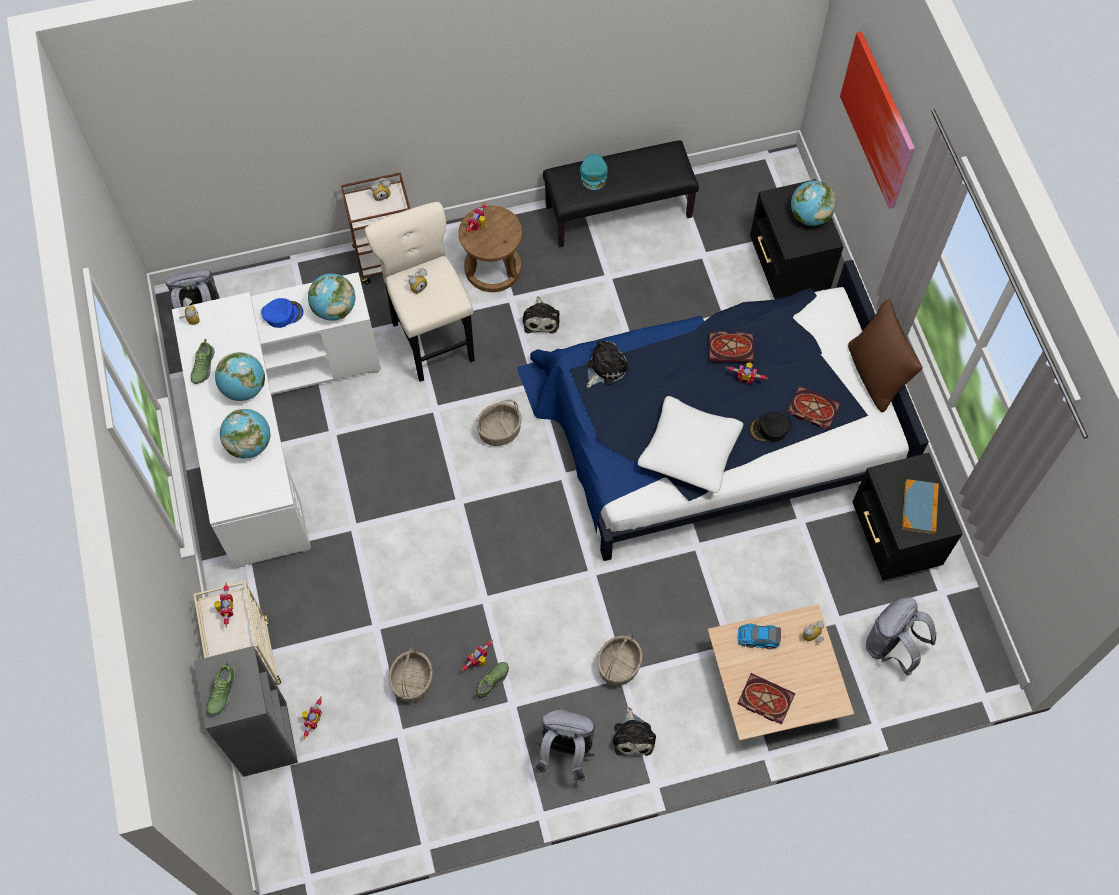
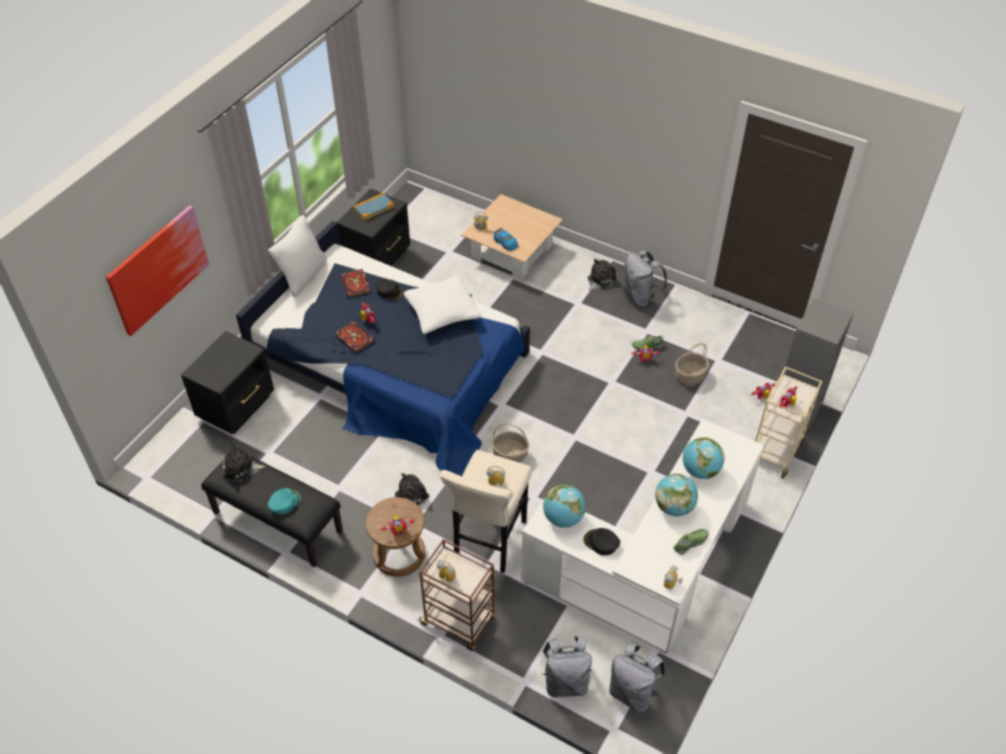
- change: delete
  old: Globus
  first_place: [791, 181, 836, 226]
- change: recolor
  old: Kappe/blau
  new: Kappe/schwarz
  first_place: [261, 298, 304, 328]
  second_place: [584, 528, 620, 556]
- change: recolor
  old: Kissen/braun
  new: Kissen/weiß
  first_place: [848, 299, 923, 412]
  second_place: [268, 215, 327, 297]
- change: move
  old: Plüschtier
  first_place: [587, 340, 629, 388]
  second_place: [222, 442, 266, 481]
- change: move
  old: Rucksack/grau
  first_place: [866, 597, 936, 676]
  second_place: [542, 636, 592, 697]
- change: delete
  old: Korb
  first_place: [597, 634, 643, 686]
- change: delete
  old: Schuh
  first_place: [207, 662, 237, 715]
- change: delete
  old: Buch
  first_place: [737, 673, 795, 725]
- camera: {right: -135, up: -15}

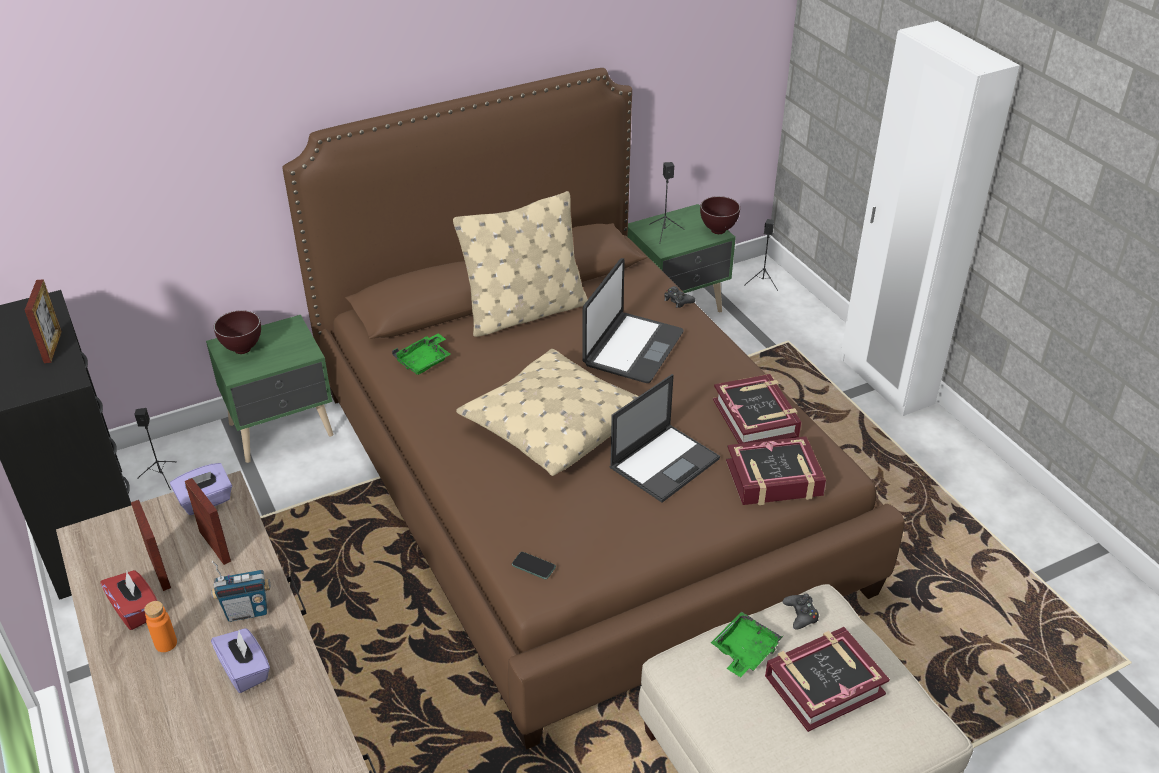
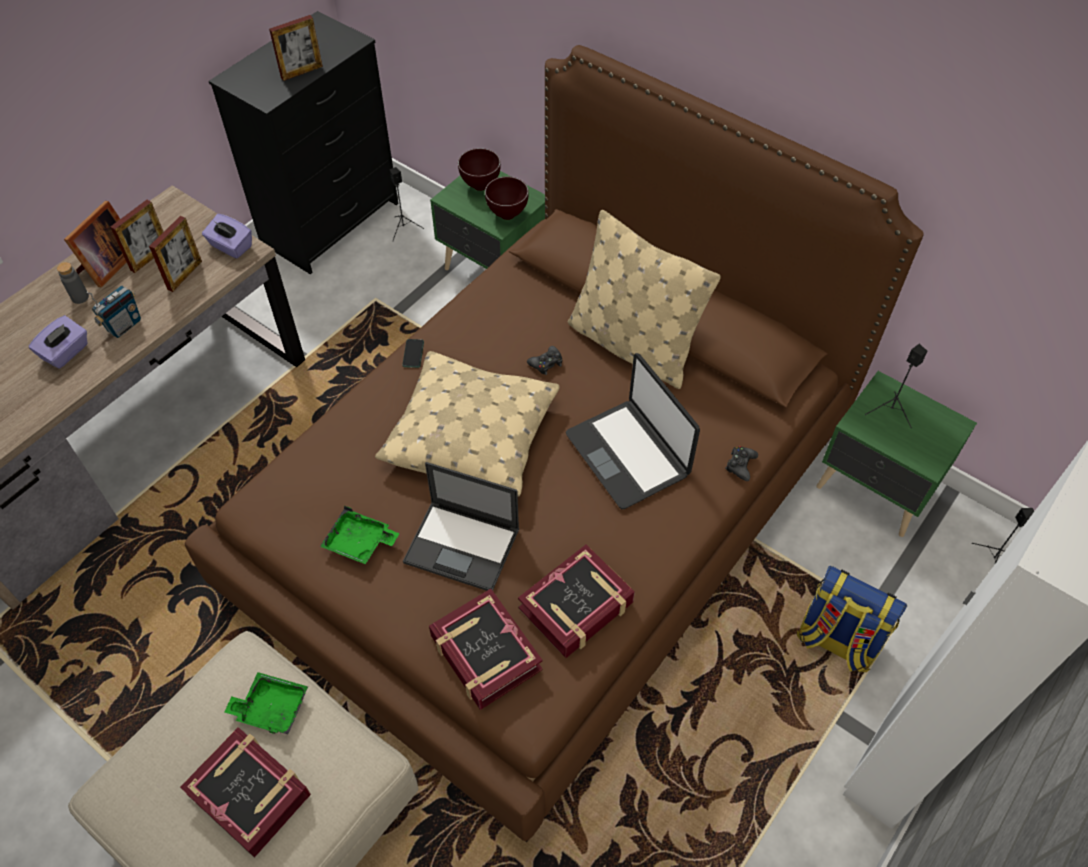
- change: move
  old: Schüssel/braun
  first_place: [700, 196, 740, 234]
  second_place: [485, 177, 529, 220]
- change: rotate
  old: Laptop
  first_place: [582, 258, 684, 383]
  second_place: [566, 353, 700, 509]
  degrees: 60
- change: move
  old: Tablett/grün
  first_place: [392, 333, 451, 375]
  second_place: [320, 506, 400, 564]
- change: move
  old: Handy
  first_place: [512, 552, 556, 579]
  second_place: [402, 339, 424, 368]
- change: rotate
  old: Radio
  first_place: [211, 561, 271, 622]
  second_place: [87, 285, 141, 338]
  degrees: -105
- change: replace
  old: Taschentuchbox/rot
  new: Bilderrahmen
  first_place: [100, 570, 157, 630]
  second_place: [64, 201, 126, 287]
- change: move
  old: Gamepad/schwarz
  first_place: [783, 593, 819, 630]
  second_place: [527, 346, 562, 375]
- change: recolor
  old: Flasche/orange
  new: Flasche/grau
  first_place: [144, 601, 177, 652]
  second_place: [57, 262, 89, 304]
- change: insert
  new: Rucksack
  second_place: [797, 566, 907, 673]
- camera: {right: 65, up: 15}

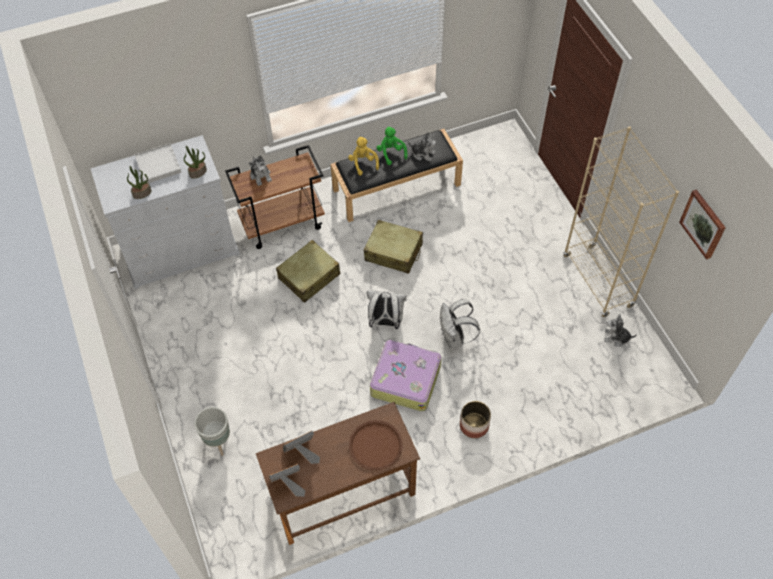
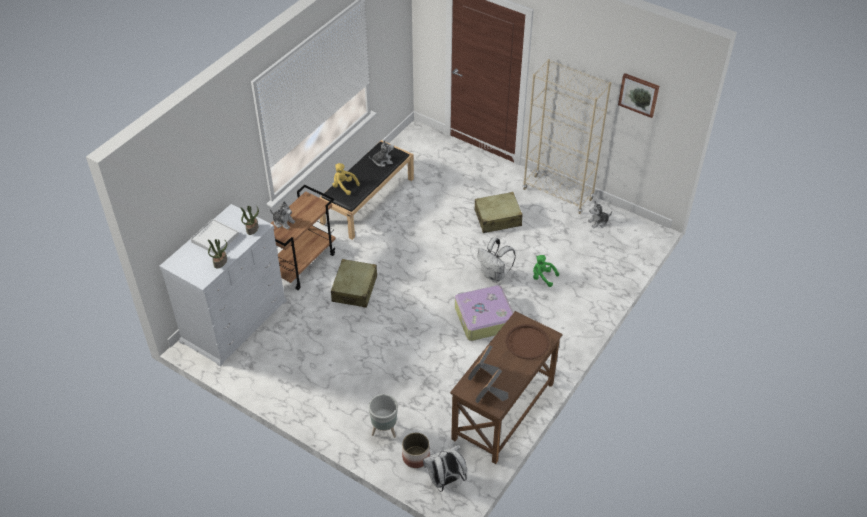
- change: move
  old: Plüschtier/grün
  first_place: [376, 126, 408, 165]
  second_place: [533, 255, 559, 287]
- change: move
  old: Koffer/beige
  first_place: [364, 220, 423, 274]
  second_place: [475, 192, 522, 233]
- change: move
  old: Rucksack/weiß
  first_place: [367, 291, 407, 329]
  second_place: [423, 445, 467, 492]
- change: move
  old: Pflanzkübel
  first_place: [460, 401, 491, 438]
  second_place: [402, 433, 430, 468]
- camera: {right: -35, up: -10}

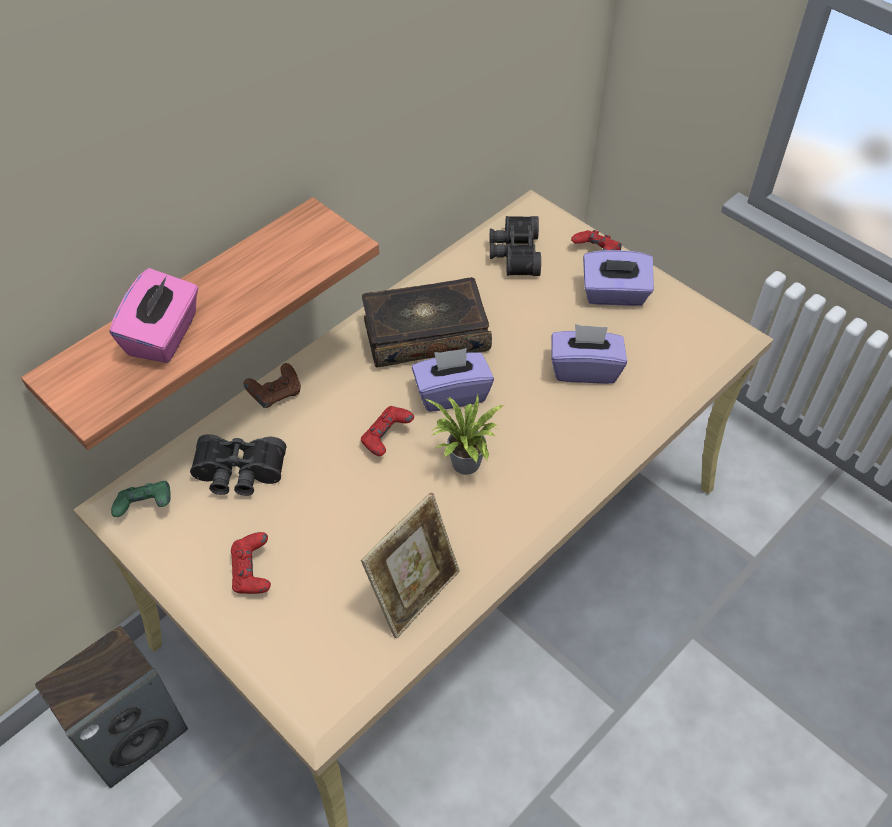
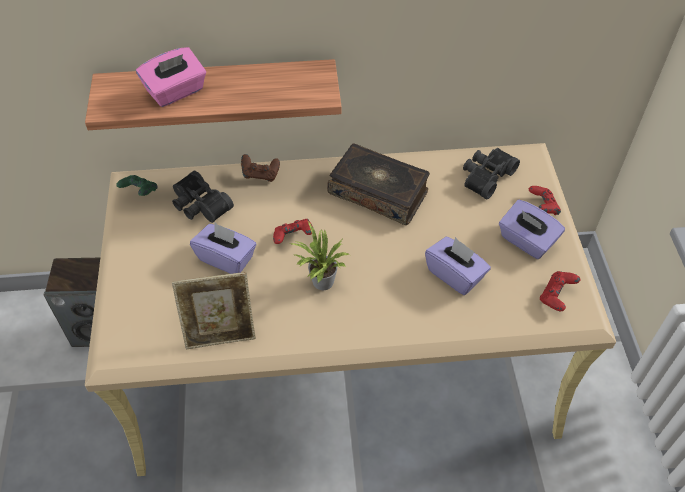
- change: move
  old: Taschentuchbox/lila
  first_place: [412, 348, 494, 412]
  second_place: [190, 223, 256, 274]
- change: move
  old: Gamepad/rot
  first_place: [231, 532, 271, 594]
  second_place: [540, 271, 580, 311]
- camera: {right: 40, up: 0}

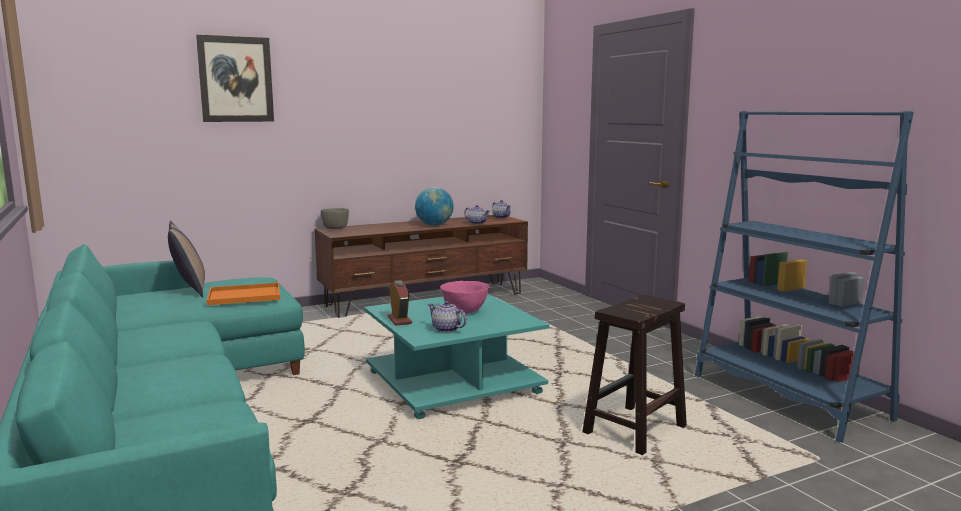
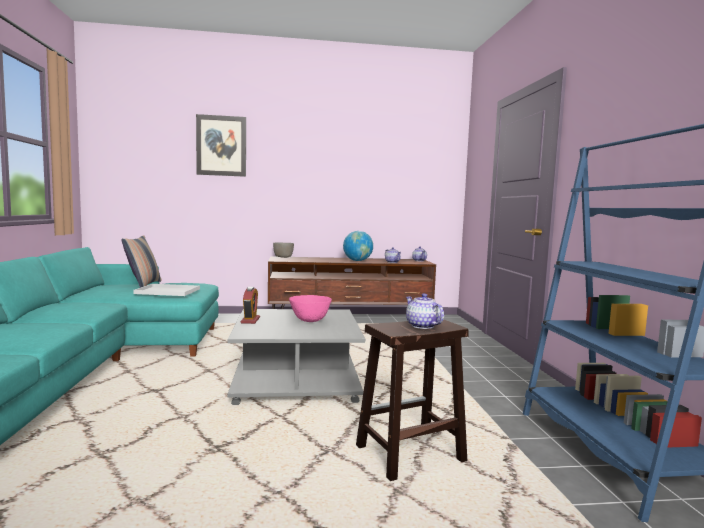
- change: recolor
  old: Tablett/orange
  new: Tablett/weiß
  first_place: [207, 283, 280, 305]
  second_place: [133, 284, 200, 296]
- change: recolor
  old: Couchtisch/türkis
  new: Couchtisch/grau
  first_place: [364, 294, 549, 419]
  second_place: [227, 309, 365, 405]
- change: move
  old: Teekanne
  first_place: [428, 301, 467, 332]
  second_place: [406, 293, 444, 329]
- camera: {right: 20, up: -5}

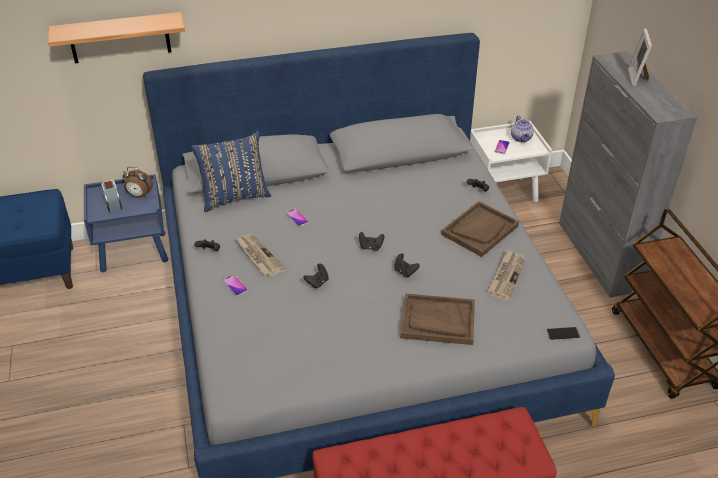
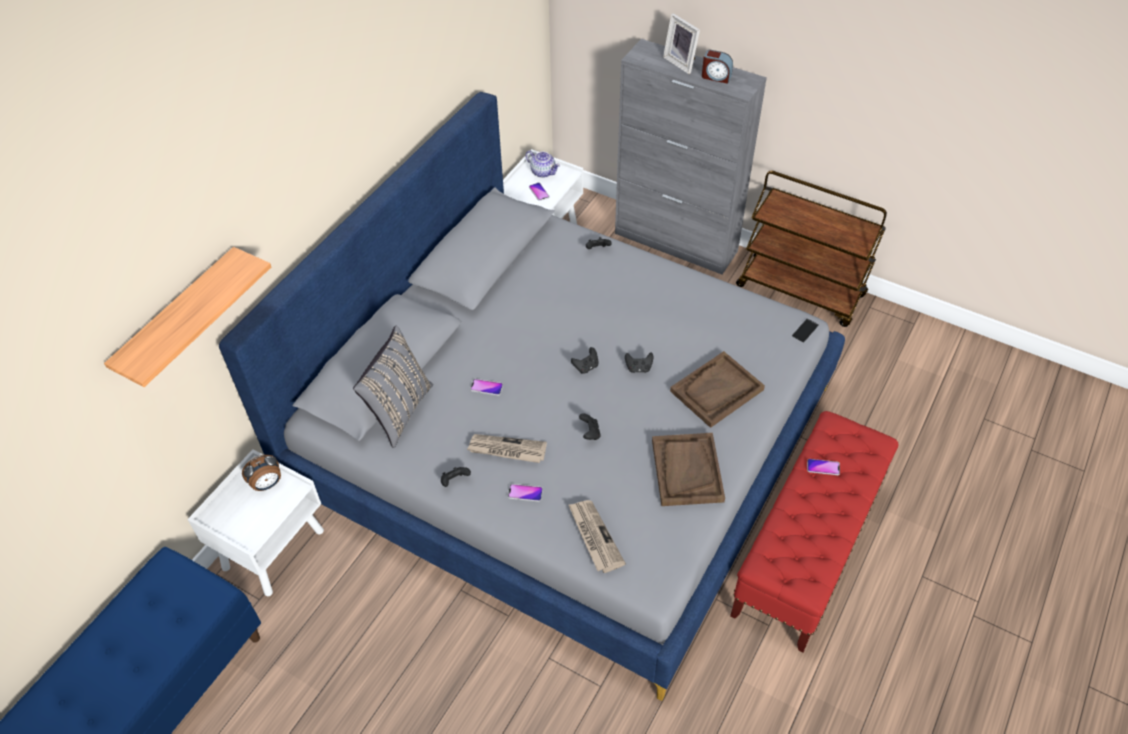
- change: recolor
  old: Kissen/blau
  new: Kissen/grau
  first_place: [191, 131, 271, 212]
  second_place: [353, 326, 433, 448]
- change: recolor
  old: Nachttisch/blau
  new: Nachttisch/weiß
  first_place: [84, 174, 168, 272]
  second_place: [187, 449, 324, 596]
- change: move
  old: Wecker
  first_place: [101, 180, 122, 213]
  second_place: [702, 50, 733, 84]
- change: move
  old: Tablett/braun
  first_place: [441, 201, 519, 257]
  second_place: [652, 433, 725, 506]
- change: move
  old: Zeitung
  first_place: [488, 249, 526, 301]
  second_place: [568, 500, 626, 573]
- change: insert
  new: Handy
  second_place: [807, 459, 840, 475]
- camera: {right: -45, up: 10}

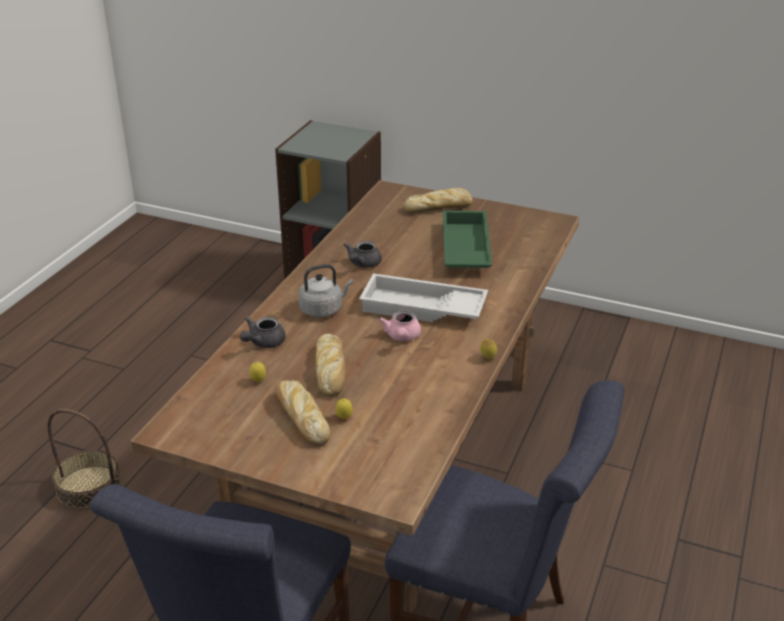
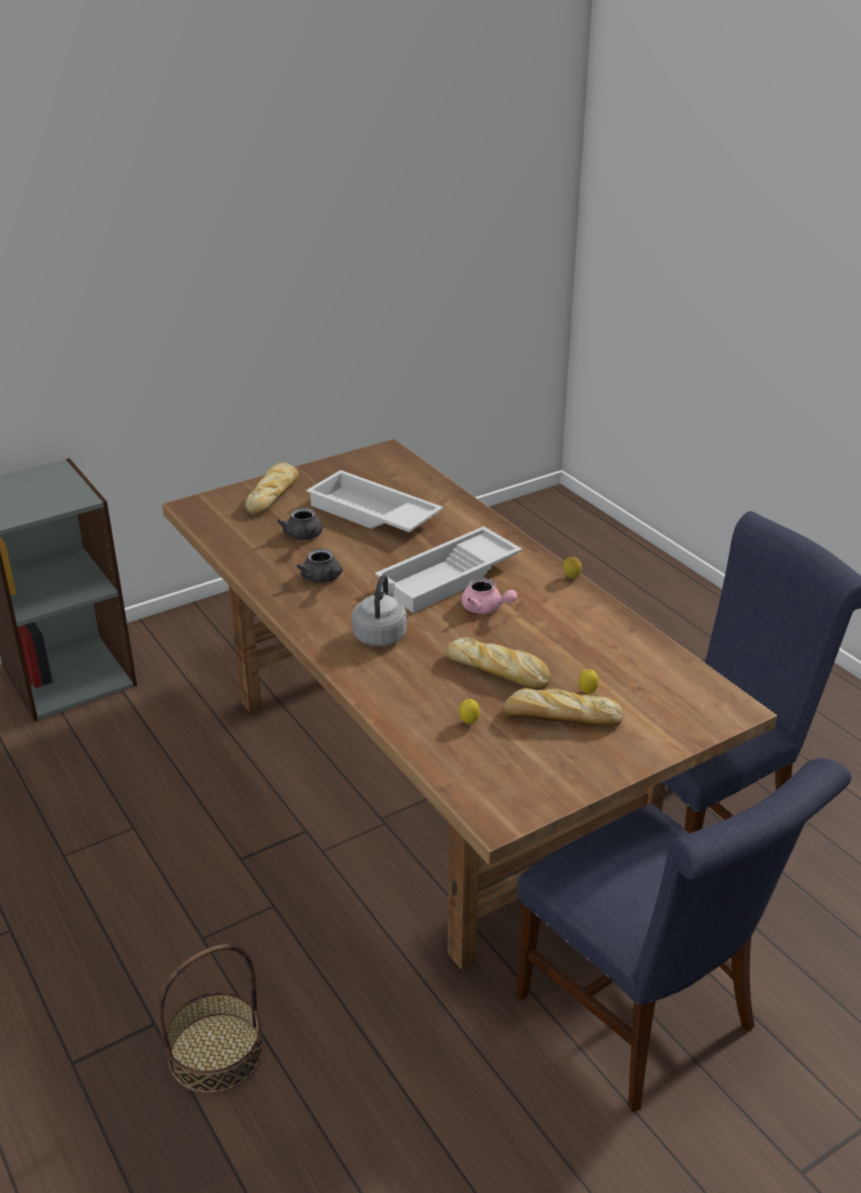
- change: recolor
  old: Tablett/grün
  new: Tablett/weiß
  first_place: [443, 211, 492, 268]
  second_place: [306, 470, 443, 532]
- change: move
  old: Teekanne/grau
  first_place: [240, 317, 286, 348]
  second_place: [278, 508, 323, 540]
- camera: {right: -55, up: 0}

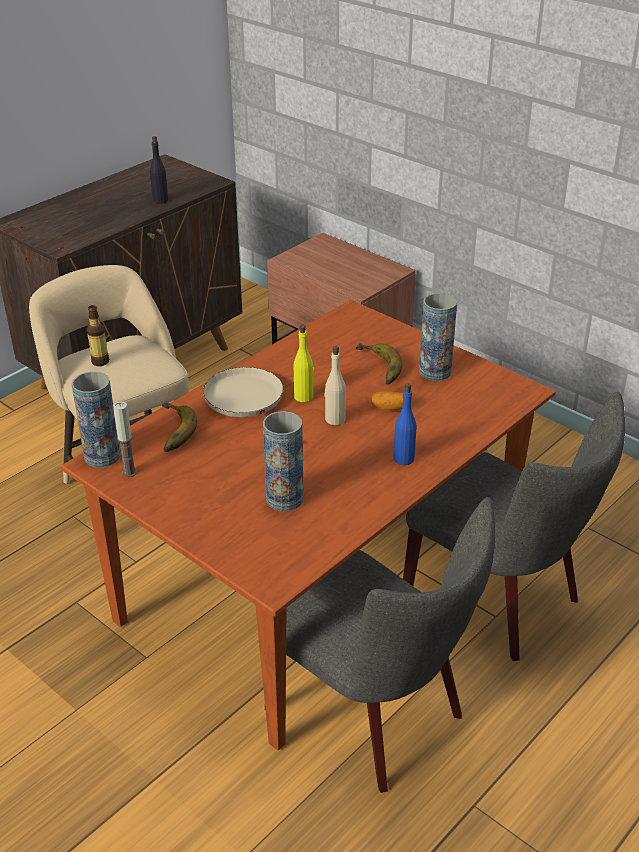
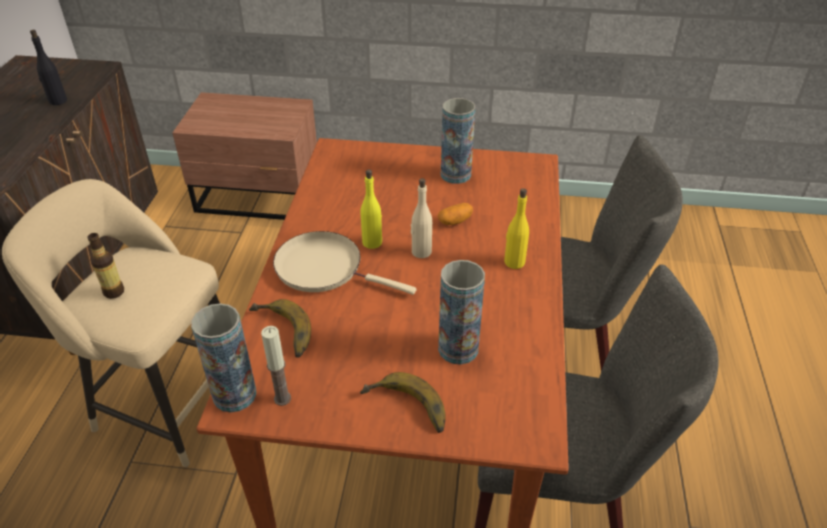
- change: move
  old: Banane
  first_place: [356, 343, 402, 384]
  second_place: [360, 372, 446, 433]
- change: recolor
  old: Flasche/blau
  new: Flasche/gelb
  first_place: [394, 384, 417, 465]
  second_place: [504, 188, 529, 269]
- camera: {right: -35, up: 5}

